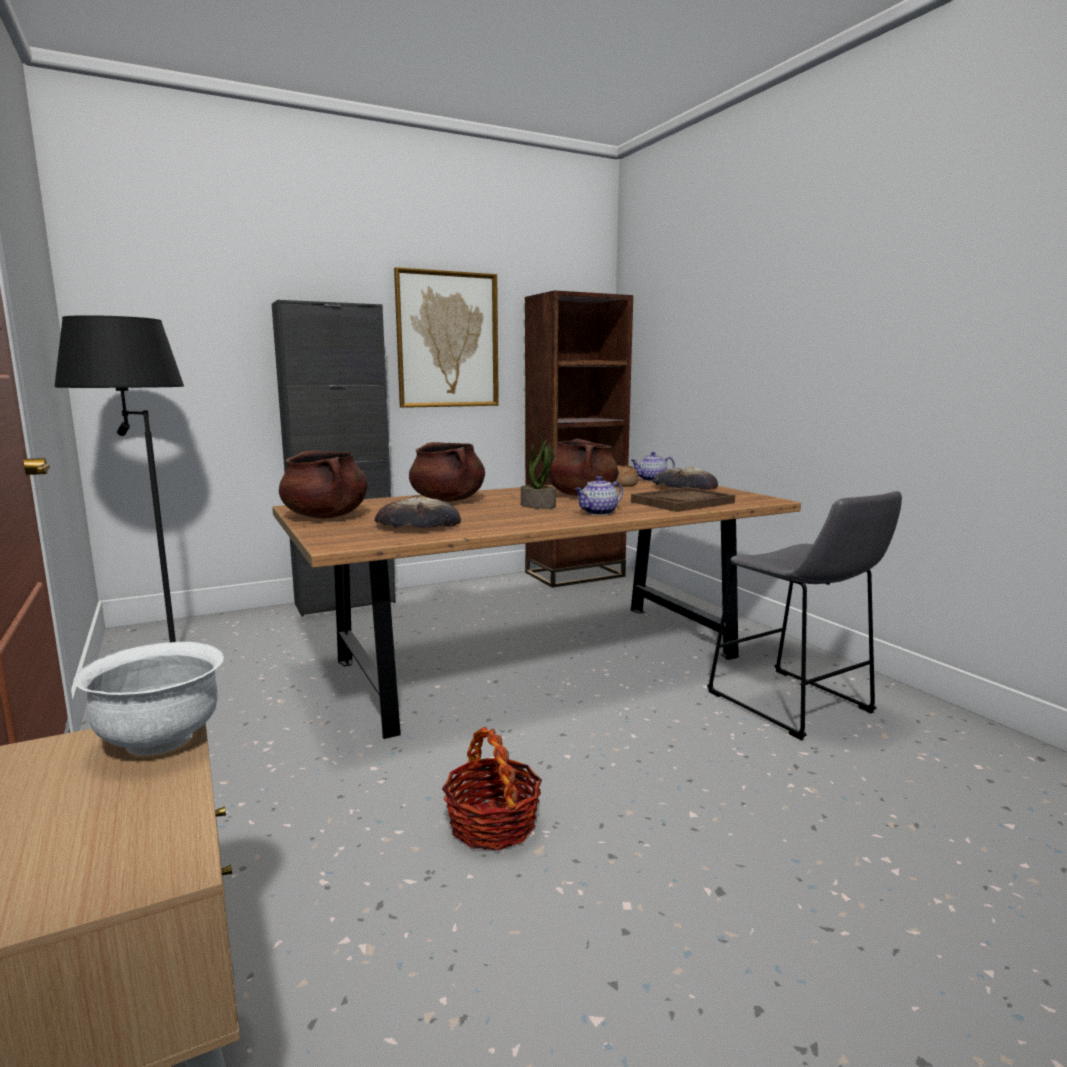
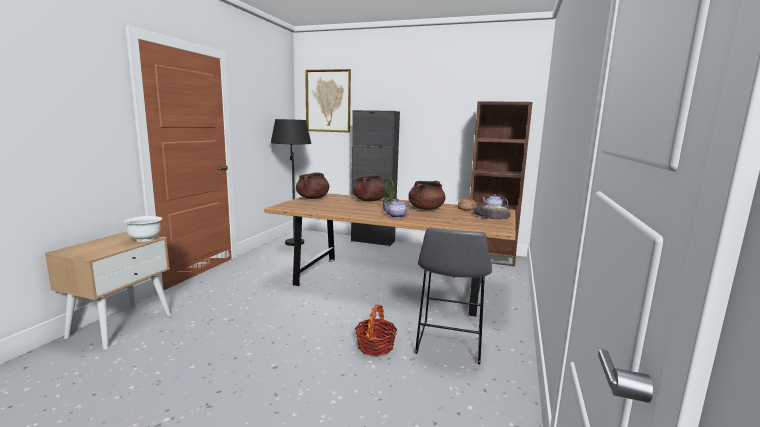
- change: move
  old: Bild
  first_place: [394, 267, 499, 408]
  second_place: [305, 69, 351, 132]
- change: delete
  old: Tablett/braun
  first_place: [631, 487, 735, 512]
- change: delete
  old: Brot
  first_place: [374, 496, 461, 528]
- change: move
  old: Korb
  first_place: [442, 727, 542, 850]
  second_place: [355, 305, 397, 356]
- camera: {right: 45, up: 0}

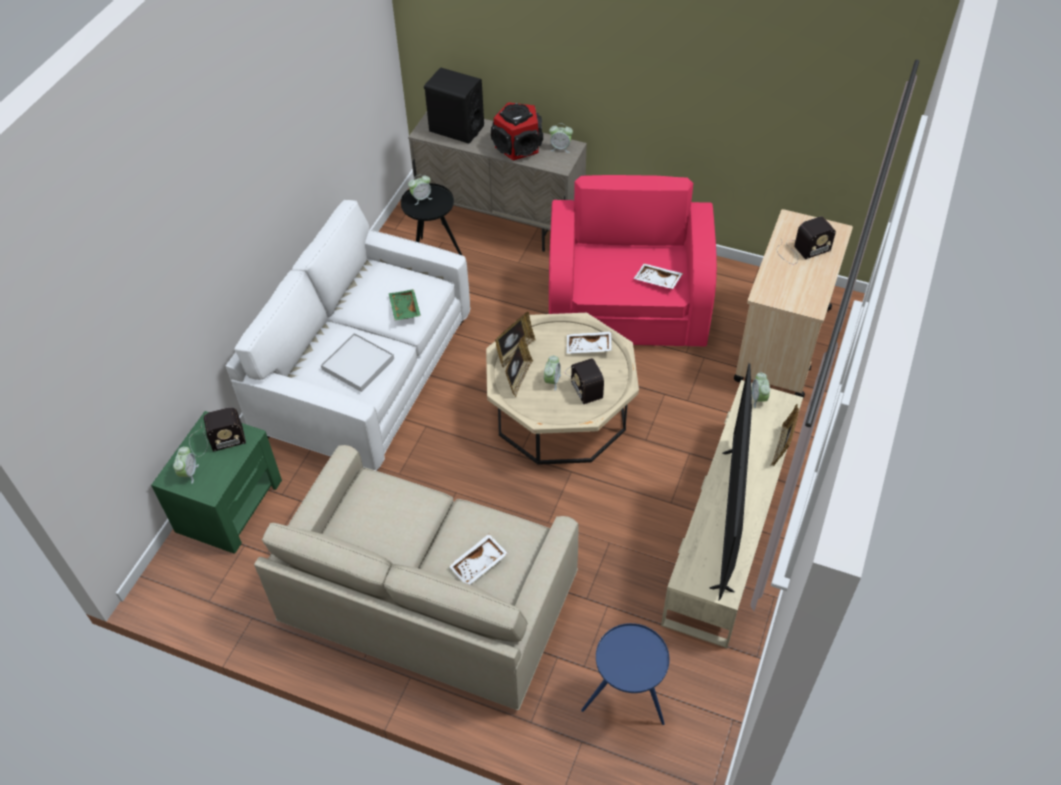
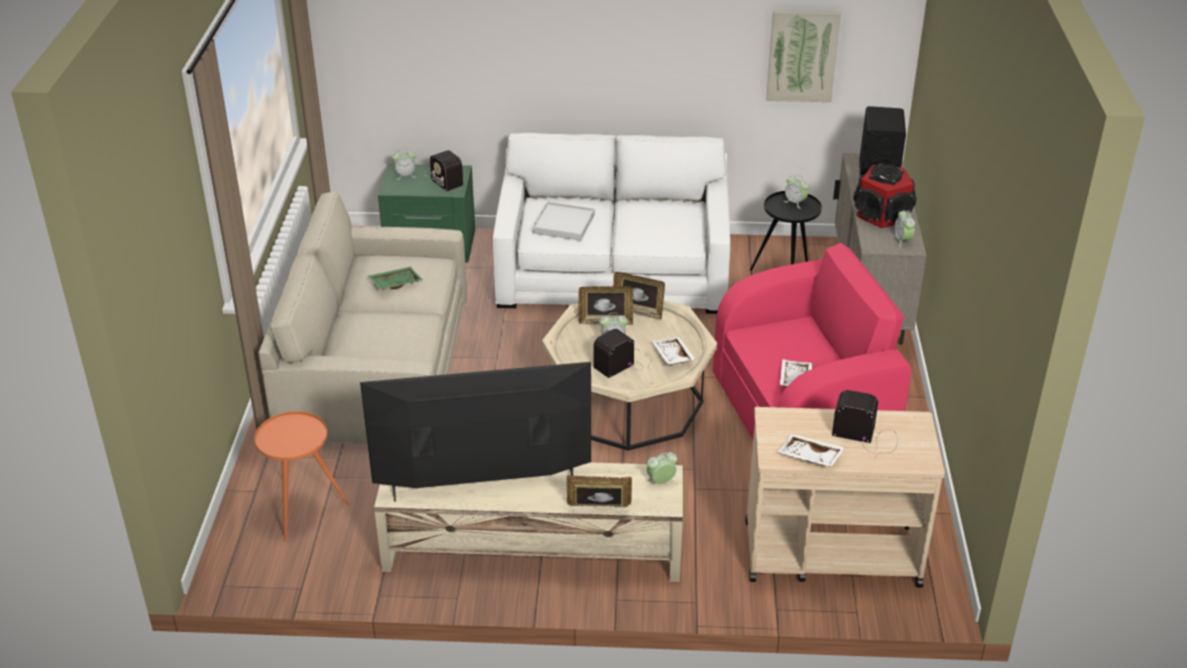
- change: rotate
  old: Radio
  first_place: [777, 216, 836, 264]
  second_place: [832, 390, 898, 458]
  degrees: 150
- change: move
  old: Tablett/grün
  first_place: [389, 289, 421, 320]
  second_place: [369, 267, 422, 290]
- change: move
  old: Tablett/weiß
  first_place: [449, 534, 508, 584]
  second_place: [777, 434, 845, 467]
- change: recolor
  old: Beistelltisch/blau
  new: Beistelltisch/orange
  first_place: [581, 623, 670, 725]
  second_place: [254, 411, 349, 541]
- change: insert
  new: Bild
  second_place: [766, 10, 841, 102]
- camera: {right: 70, up: -15}

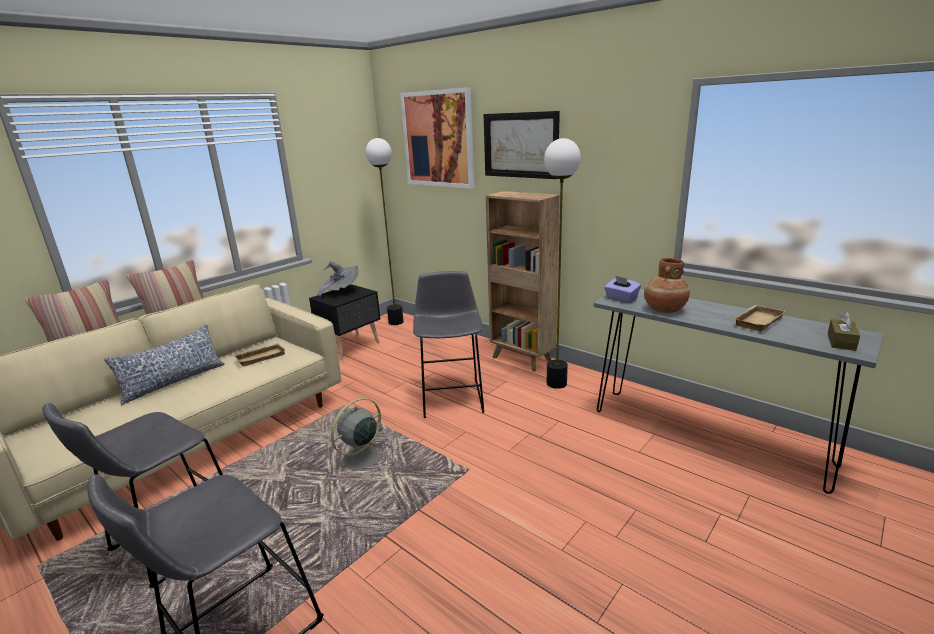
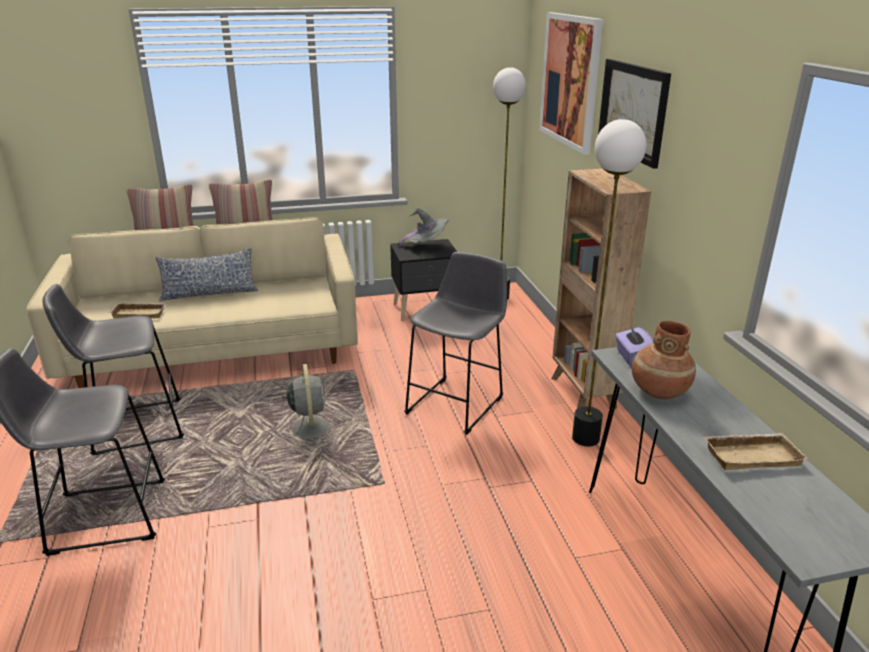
- change: delete
  old: Taschentuchbox/braun
  first_place: [828, 312, 860, 351]
- change: move
  old: Tablett/beige
  first_place: [233, 343, 286, 367]
  second_place: [109, 303, 167, 319]
- change: rotate
  old: Ventilator/grau
  first_place: [331, 398, 391, 469]
  second_place: [281, 364, 337, 448]
  degrees: 90
- camera: {right: 35, up: 5}

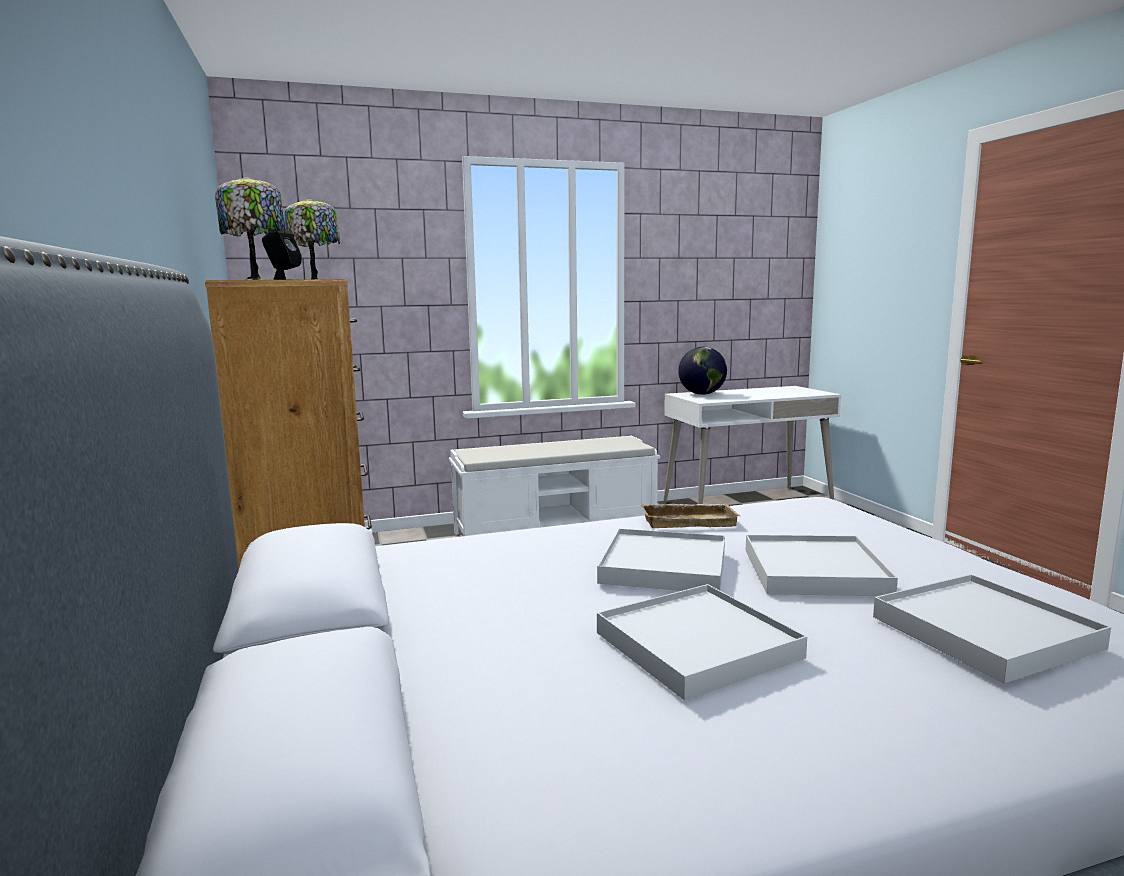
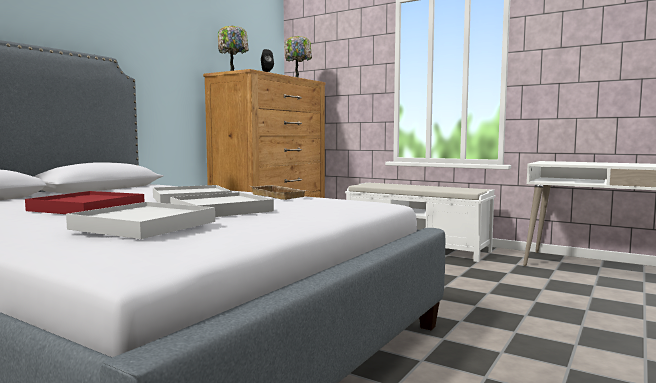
- change: delete
  old: Globus
  first_place: [678, 347, 727, 395]
- change: recolor
  old: Tablett/weiß
  new: Tablett/rot
  first_place: [597, 584, 807, 700]
  second_place: [25, 191, 144, 214]
- camera: {right: 50, up: -5}

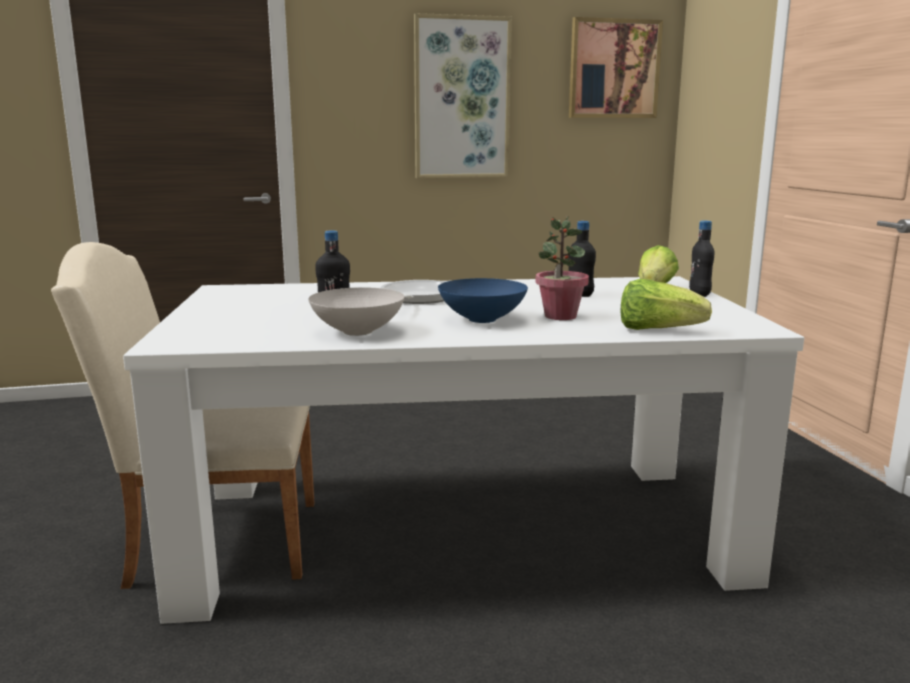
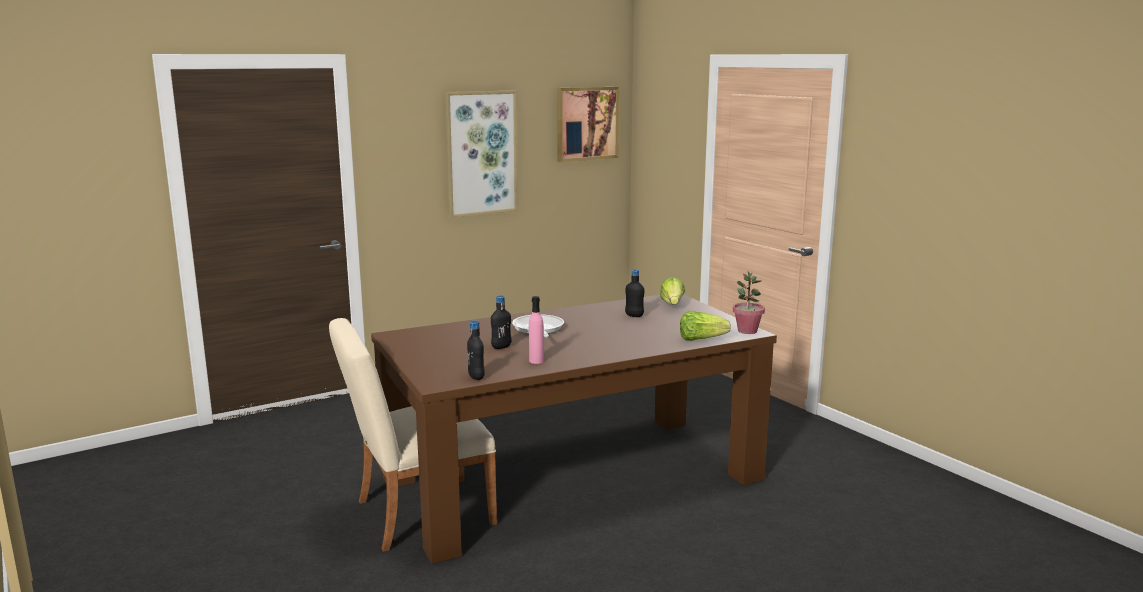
- change: move
  old: Topfpflanze
  first_place: [535, 216, 589, 320]
  second_place: [733, 271, 765, 334]
- change: move
  old: Flasche/schwarz
  first_place: [689, 221, 714, 297]
  second_place: [467, 321, 485, 380]
- change: recolor
  old: Esstisch/weiß
  new: Esstisch/braun
  first_place: [123, 276, 804, 624]
  second_place: [371, 294, 777, 564]
- change: delete
  old: Schüssel/blau
  first_place: [438, 278, 528, 323]
- change: replace
  old: Schüssel/weiß
  new: Flasche/rosa
  first_place: [308, 287, 405, 336]
  second_place: [529, 296, 544, 364]
- camera: {right: -20, up: 0}

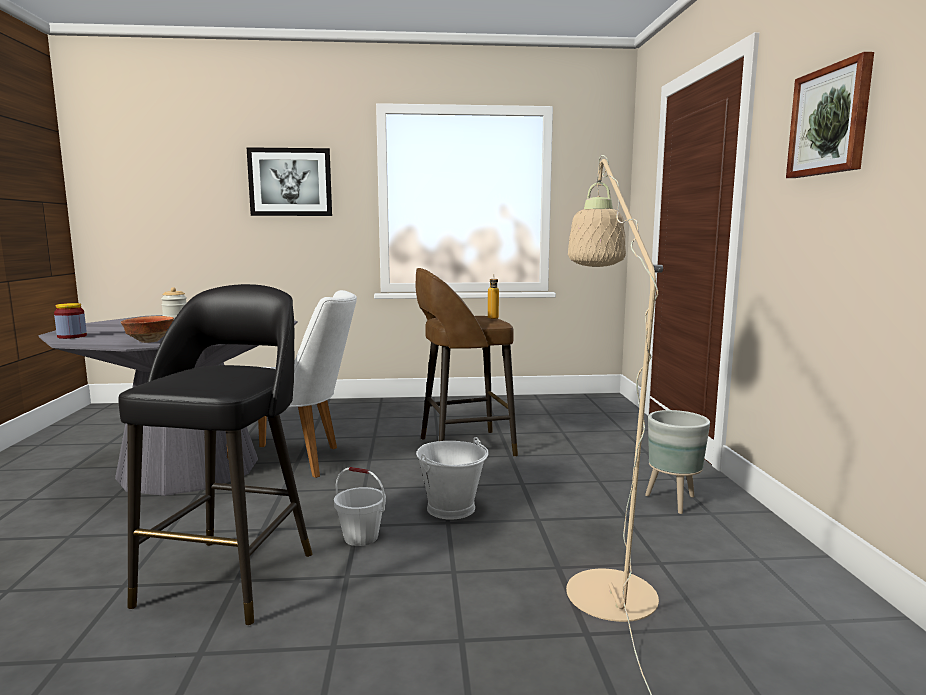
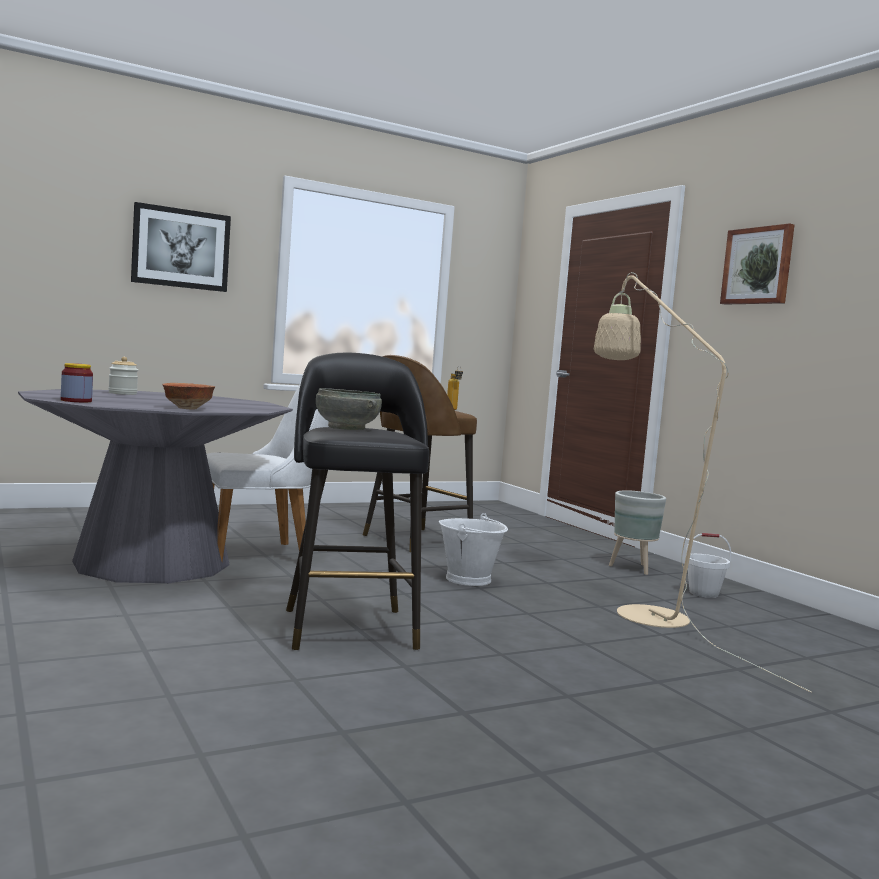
- change: move
  old: Eimer/weiß
  first_place: [334, 467, 386, 546]
  second_place: [684, 533, 731, 598]
- change: insert
  new: Schüssel/grau
  second_place: [316, 388, 382, 430]
- camera: {right: -25, up: -5}

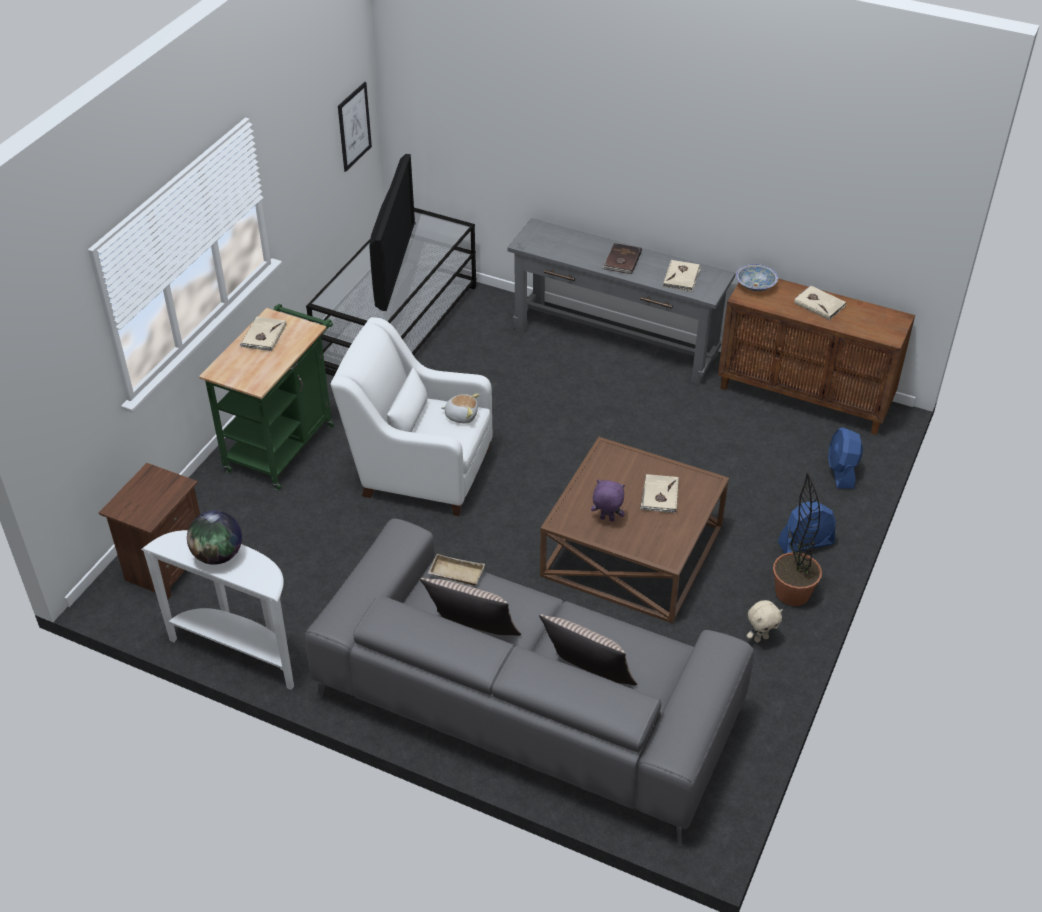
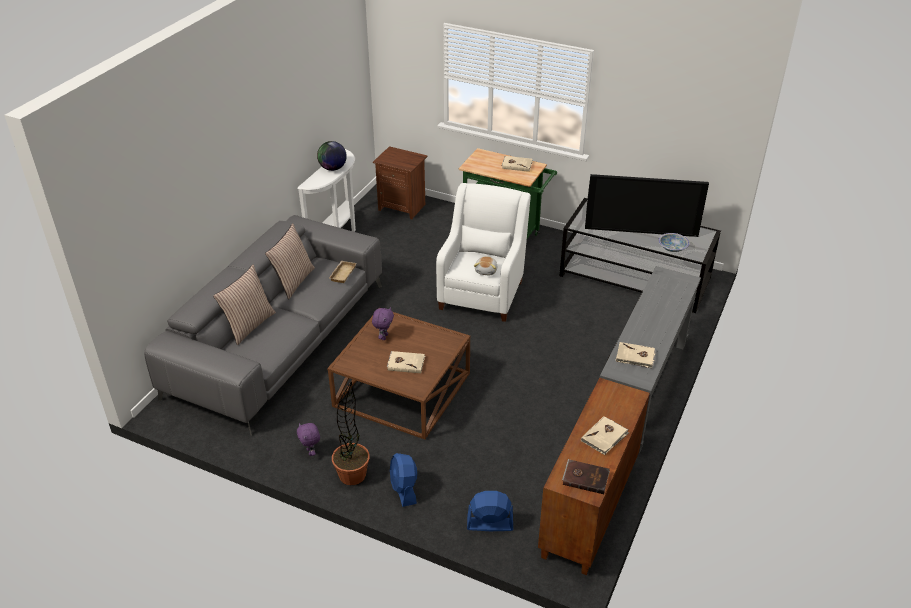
- change: delete
  old: Bild
  first_place: [338, 82, 372, 172]
- change: move
  old: Buch/braun
  first_place: [602, 243, 642, 274]
  second_place: [562, 459, 610, 494]
- change: move
  old: Schüssel
  first_place: [736, 264, 778, 291]
  second_place: [658, 233, 689, 252]
- change: recolor
  old: Plüschtier/beige
  new: Plüschtier/lila
  first_place: [747, 600, 783, 643]
  second_place: [297, 423, 320, 456]
- camera: {right: 90, up: -5}

